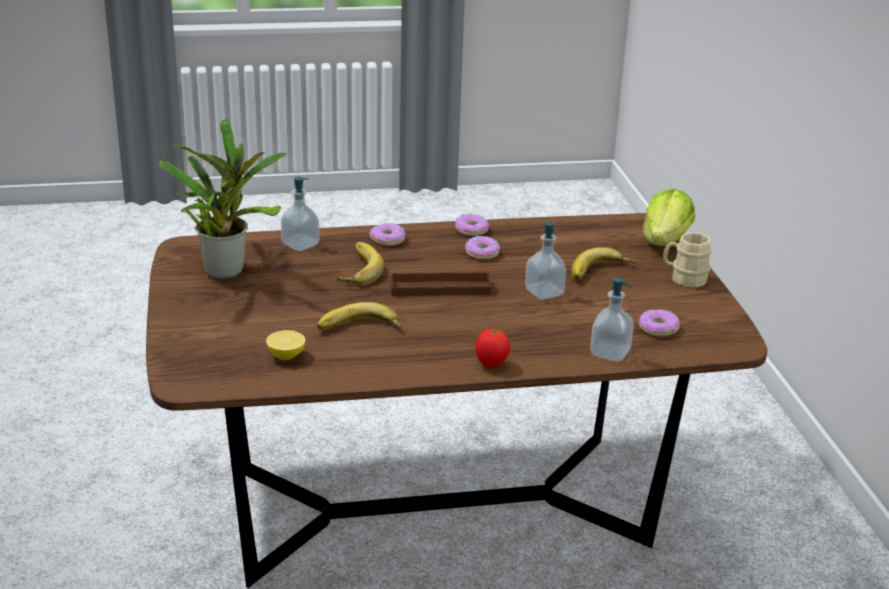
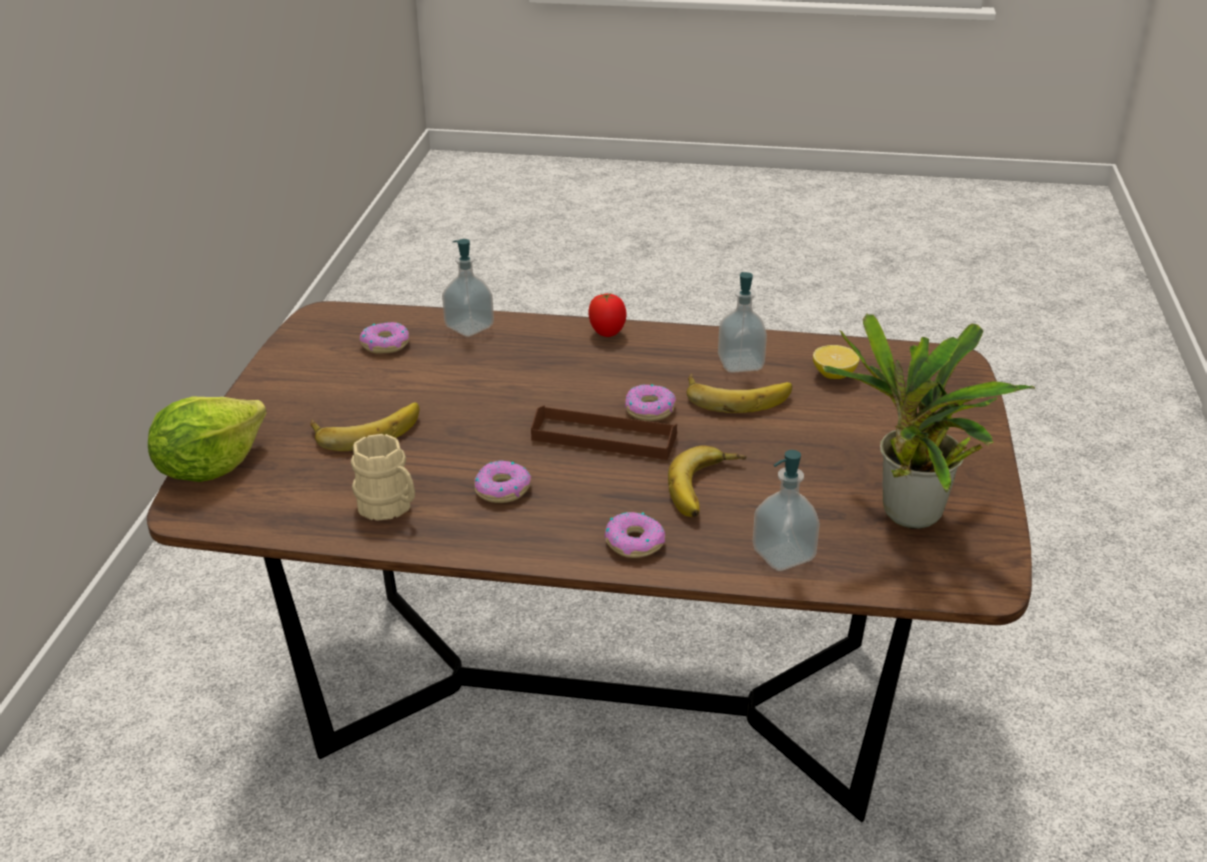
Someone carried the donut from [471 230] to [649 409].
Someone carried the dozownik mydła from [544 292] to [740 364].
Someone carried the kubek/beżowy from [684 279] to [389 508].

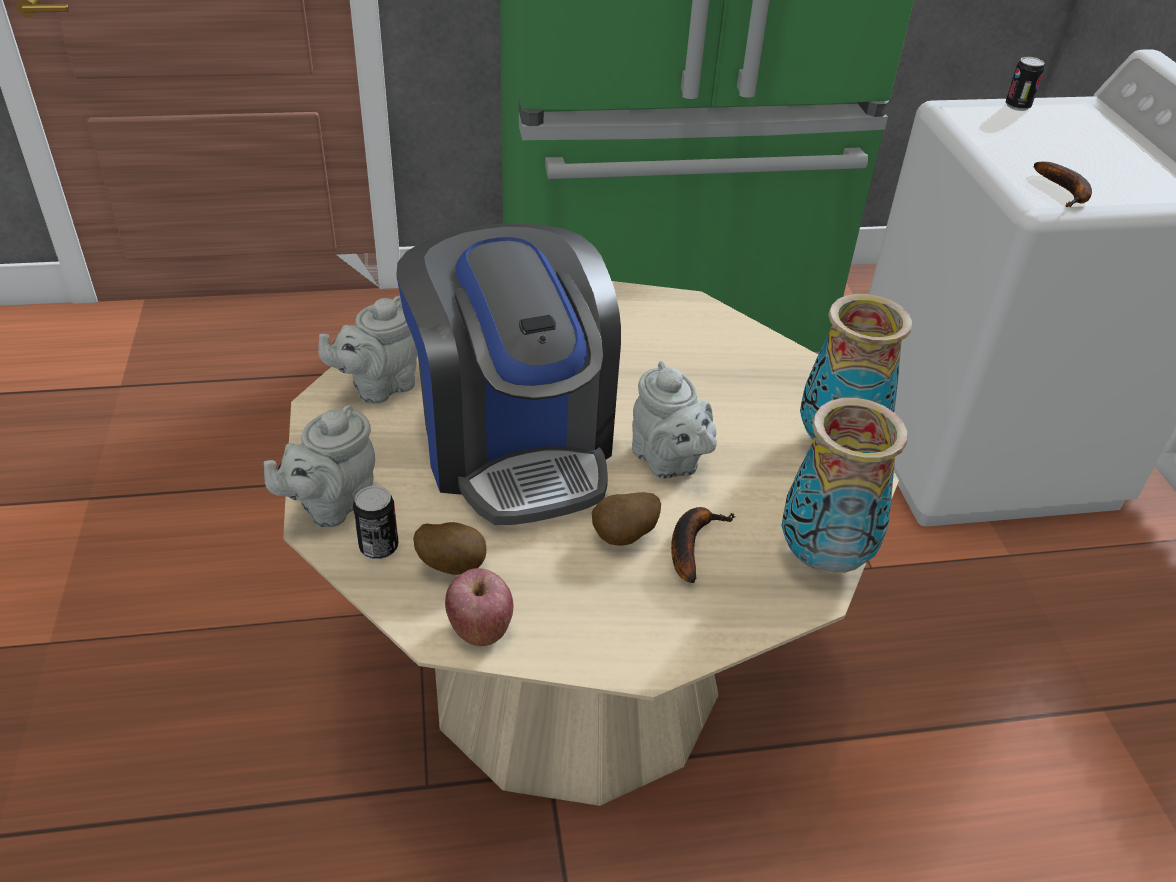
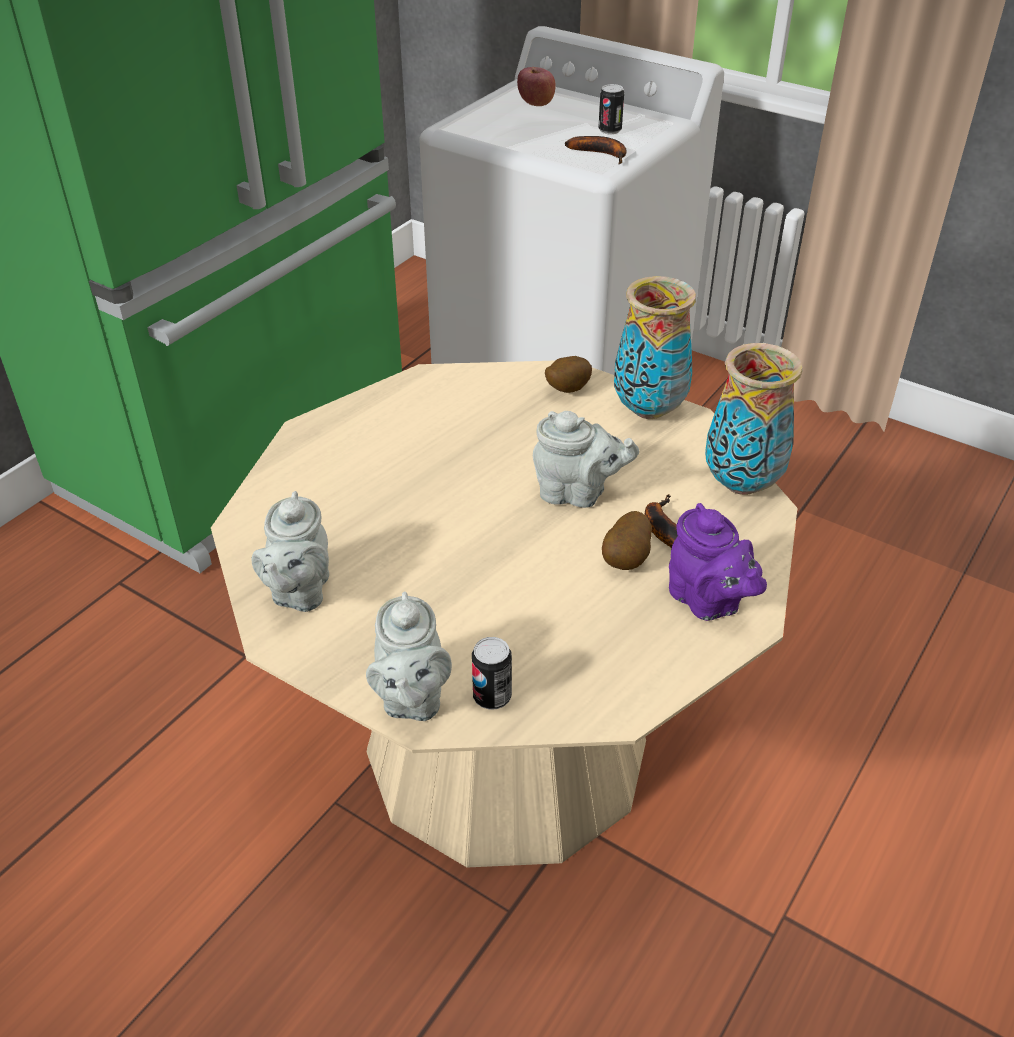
Someone took away the ekspres do kawy at [514 442].
Someone carried the ziemniak from [452 564] to [566 390].
Someone carried the jabłko from [480 628] to [535 103].
Someone carried the puszka from [1017 106] to [609 130].
Someone put down the imbryk/fioletowy at [708 602].

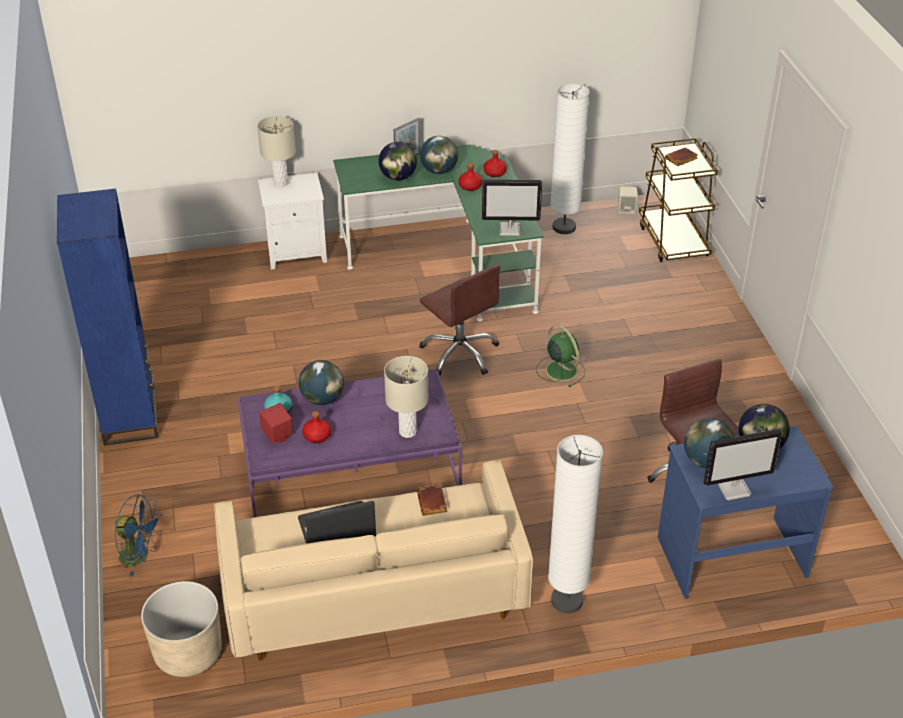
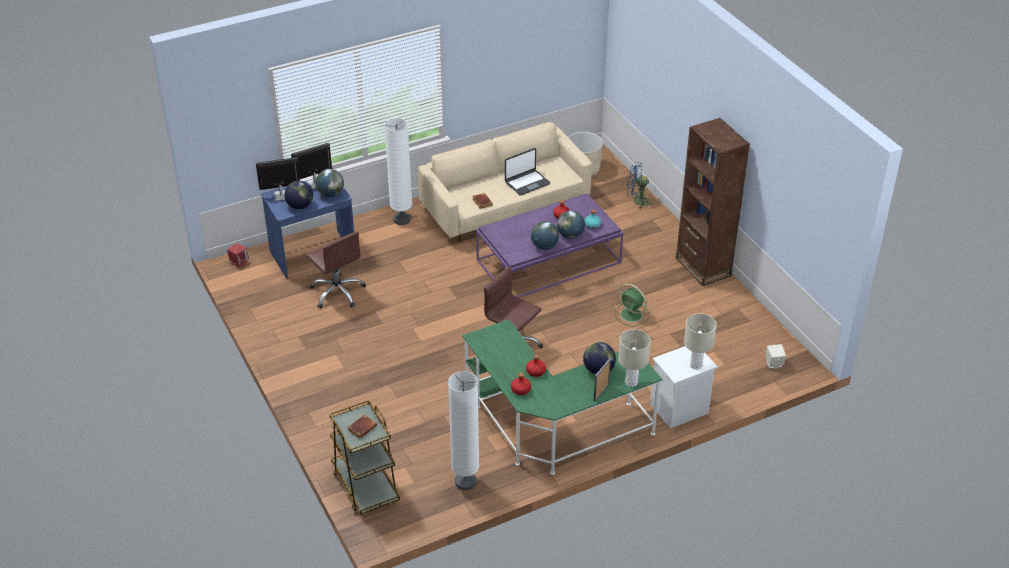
Someone repainted the regał/niebieski at [130 416], which became the regał/brązowy at [703 267].
Someone carried the głośnik/czerwony from [277 435] to [239 262].
Someone carried the lampa stołowa/beżowy from [408 432] to [631 382].
Someone carried the globus from [438 171] to [544 246].
Someone carried the monitor from [510 229] to [281 196].
Someone carried the wentylator/zielony from [560 370] to [632 315].
Someone carried the głośnik/beżowy from [626 209] to [774 364].

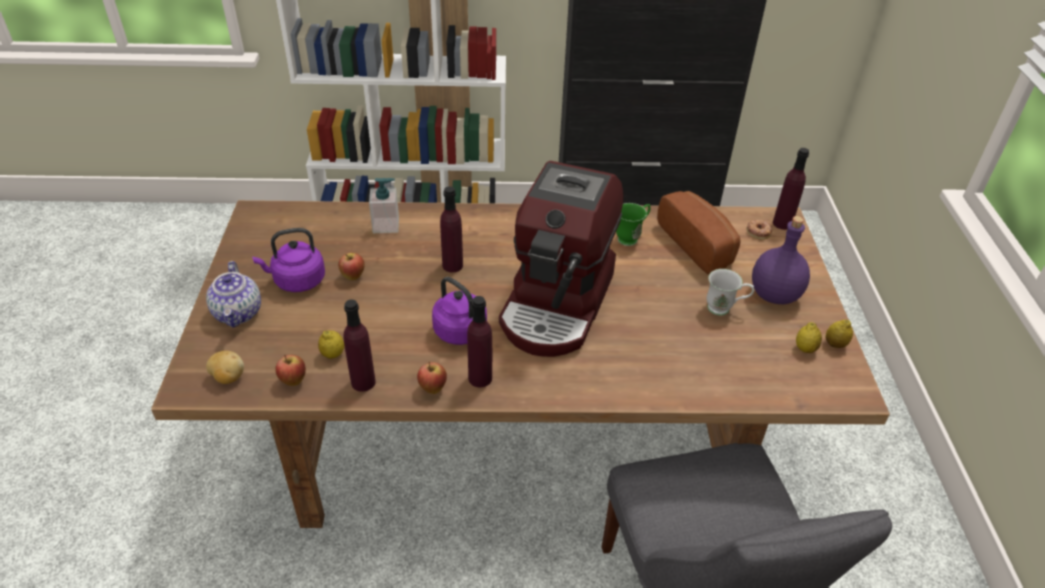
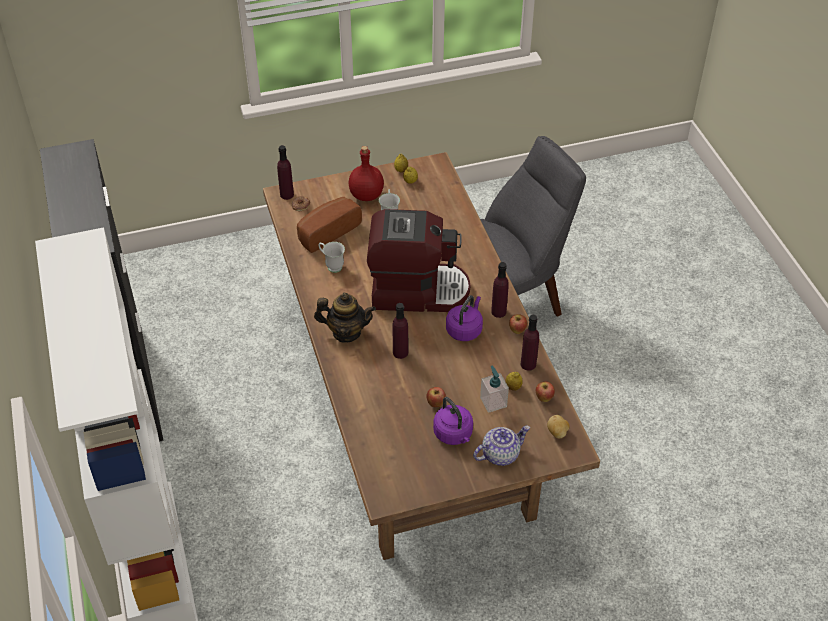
Someone carried the dozownik mydła from [386 225] to [493 402].
Someone repainted the kubek/zielony at [631 237], which became the kubek/biały at [331 266].
Someone repainted the butelka/fioletowy at [775 294], which became the butelka/czerwony at [366 195].
Someone put down the imbryk at [346 332].

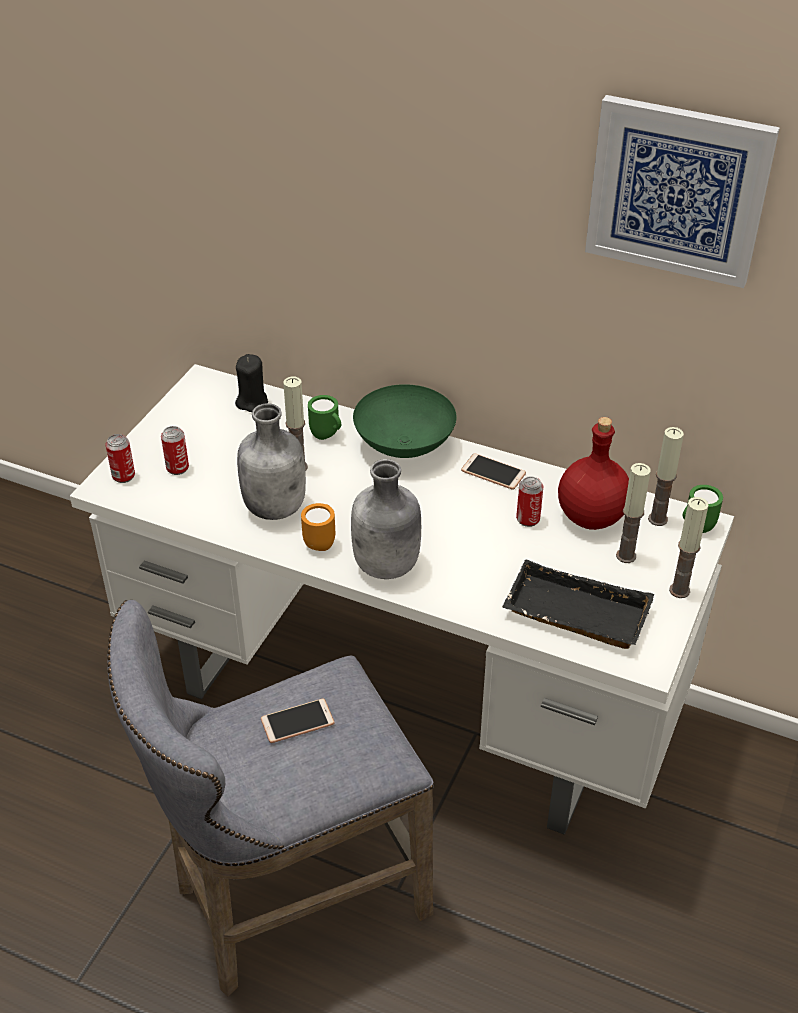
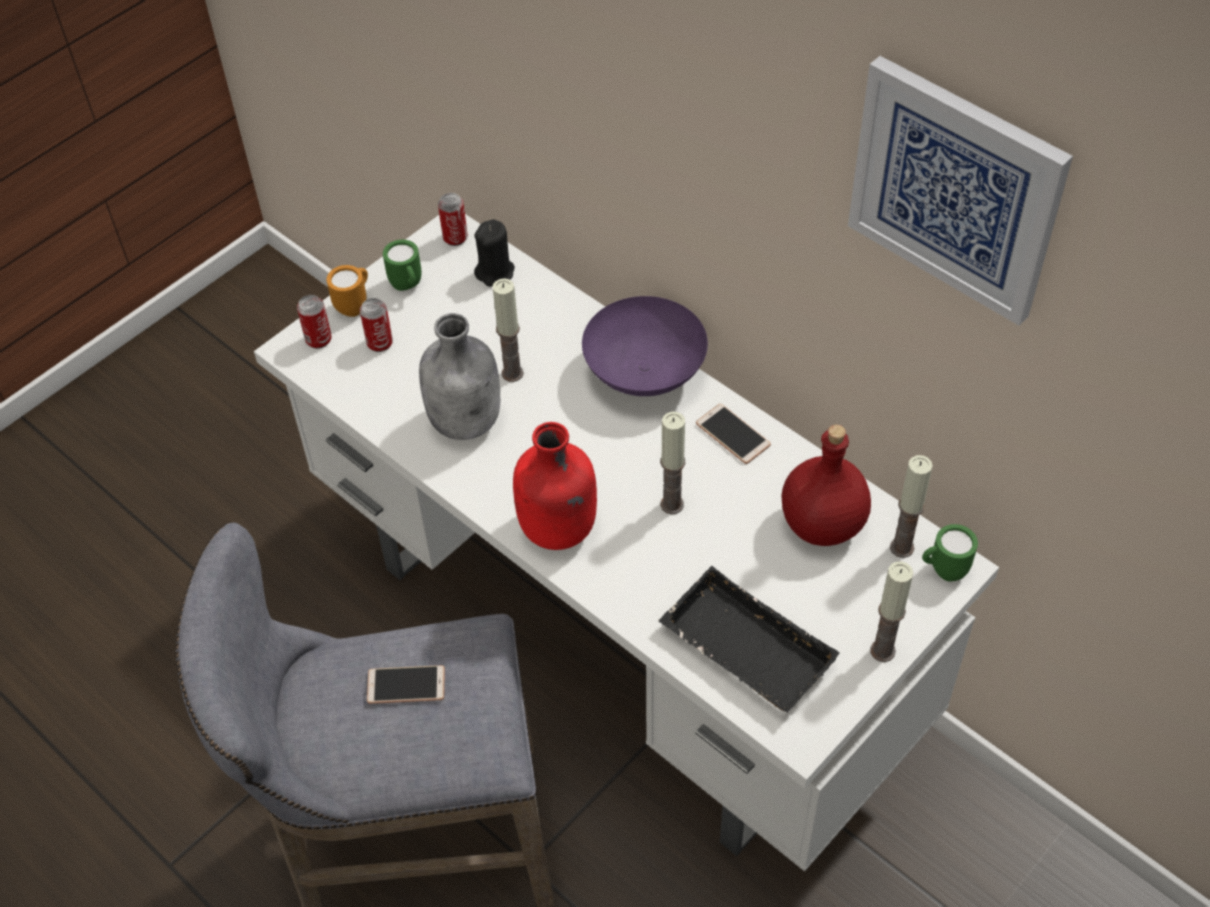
Someone carried the kubek/pomarańczowy from [321 541] to [355 305].
Someone carried the kubek/zielony from [327 436] to [408 286].
Someone repainted the butelka/szary at [387 566], which became the butelka/czerwony at [558 530].
Someone repainted the miska/zielony at [406 446], which became the miska/fioletowy at [646 374].
Someone carried the puszka from [528 519] to [455 238].
Someone carried the świeca from [626 556] to [672 504].

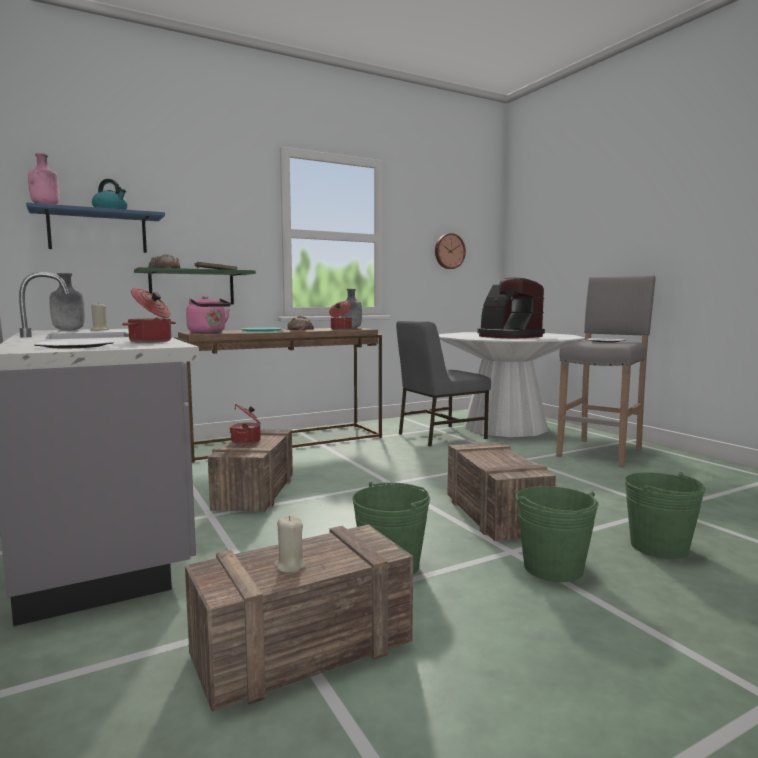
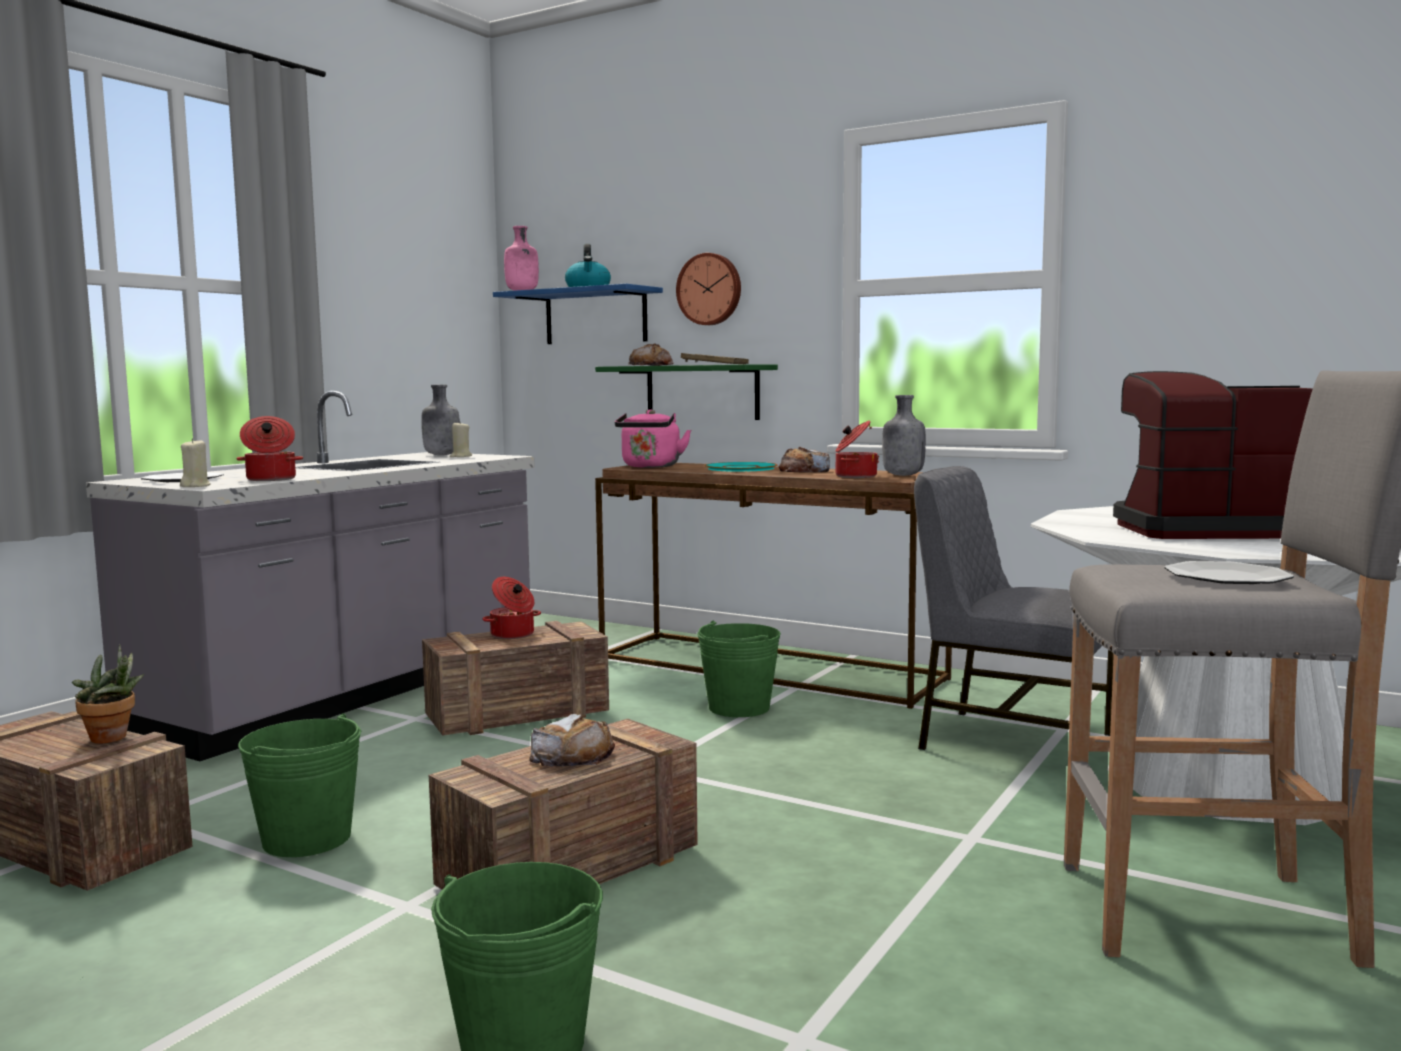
Someone carried the świeca/beżowy from [290 566] to [196 486].
Someone carried the zegar ścienny from [449 251] to [710 289].
Someone rotated the ekspres do kawy at [508 336] by 75 degrees clockwise.
Someone carried the wiadro/zielony from [553 568] to [739 708].
Someone put down the roślina doniczkowa at [113 738].
Someone put down the chleb at [572 755].

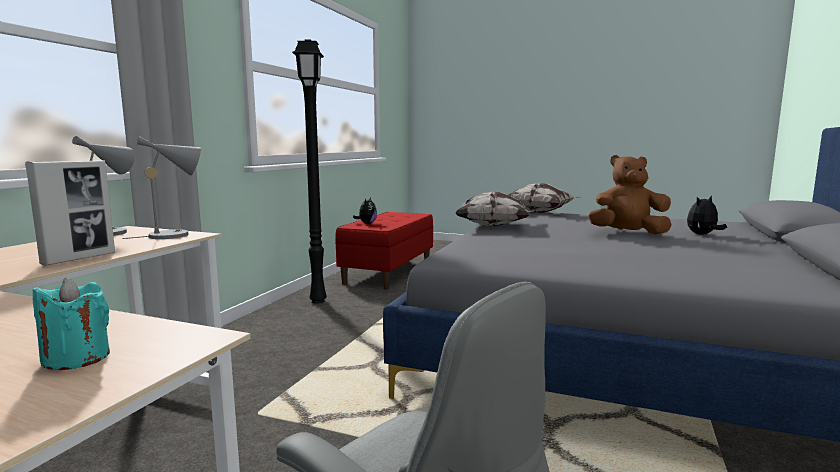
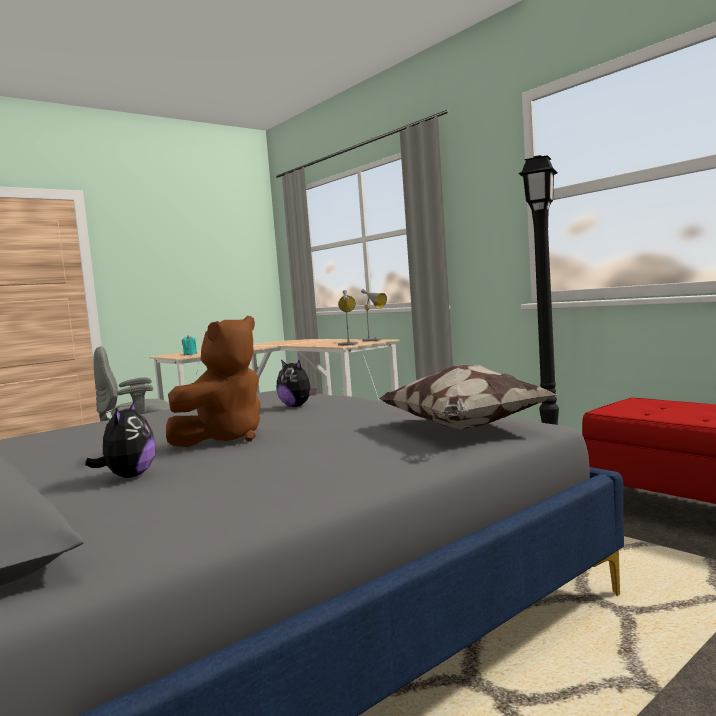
Someone took away the ramka na zdjęcie at [79 258].
Someone carried the pluszak from [366 223] to [297 406].
Someone took away the poduszka at [494 226].

